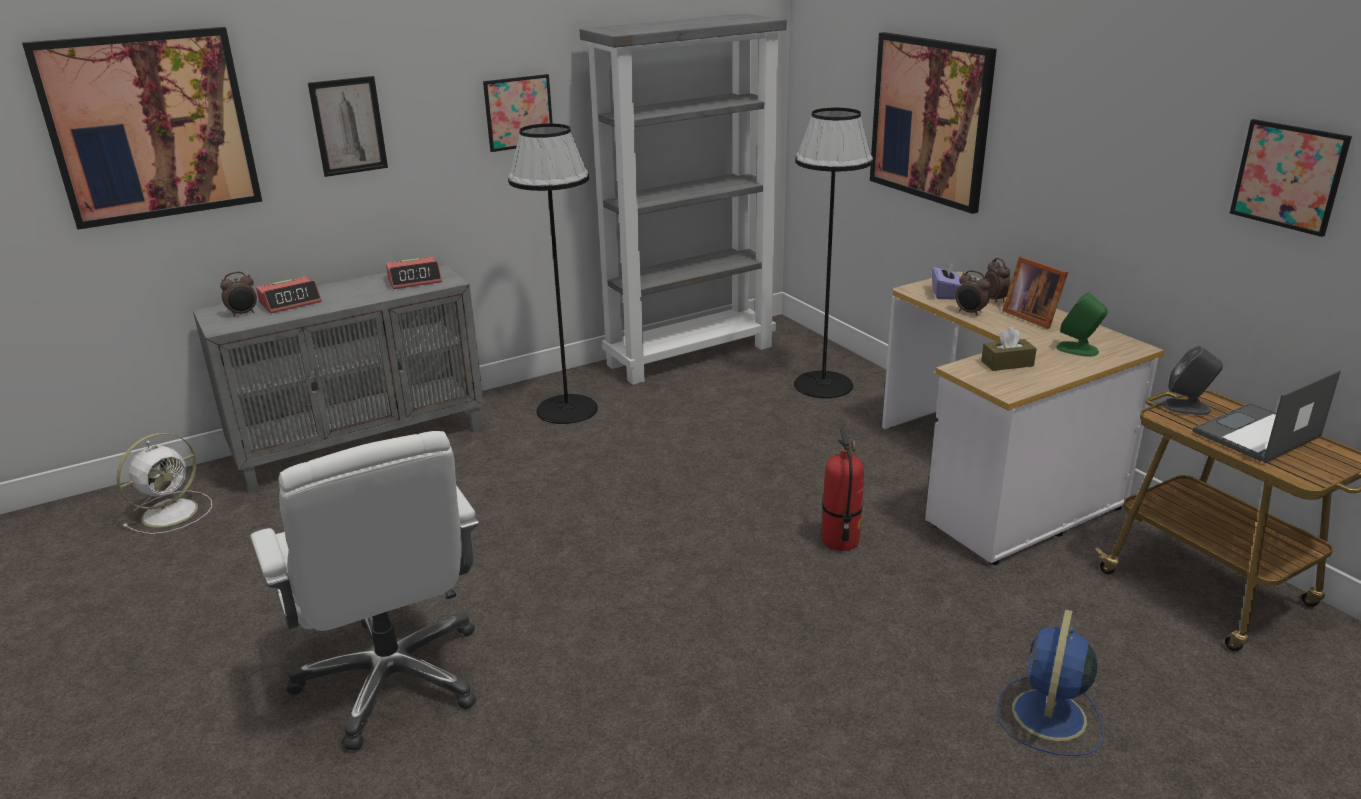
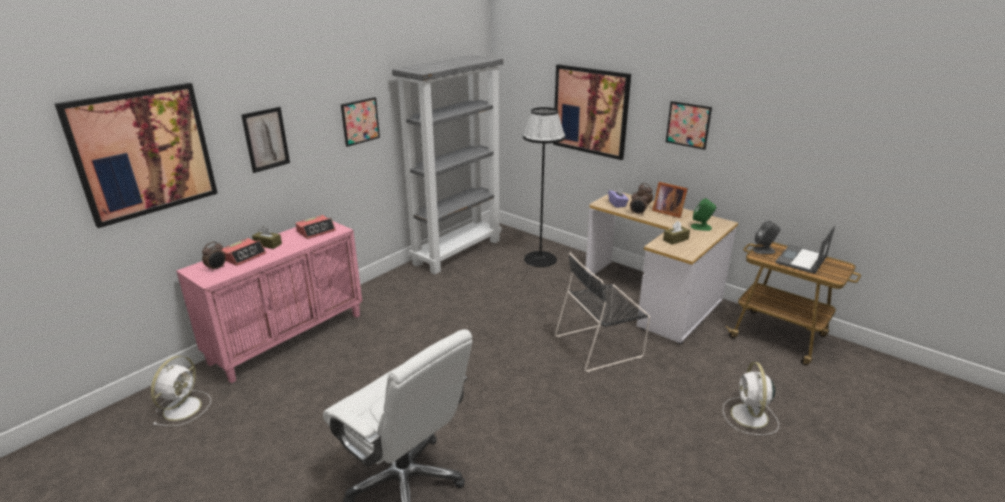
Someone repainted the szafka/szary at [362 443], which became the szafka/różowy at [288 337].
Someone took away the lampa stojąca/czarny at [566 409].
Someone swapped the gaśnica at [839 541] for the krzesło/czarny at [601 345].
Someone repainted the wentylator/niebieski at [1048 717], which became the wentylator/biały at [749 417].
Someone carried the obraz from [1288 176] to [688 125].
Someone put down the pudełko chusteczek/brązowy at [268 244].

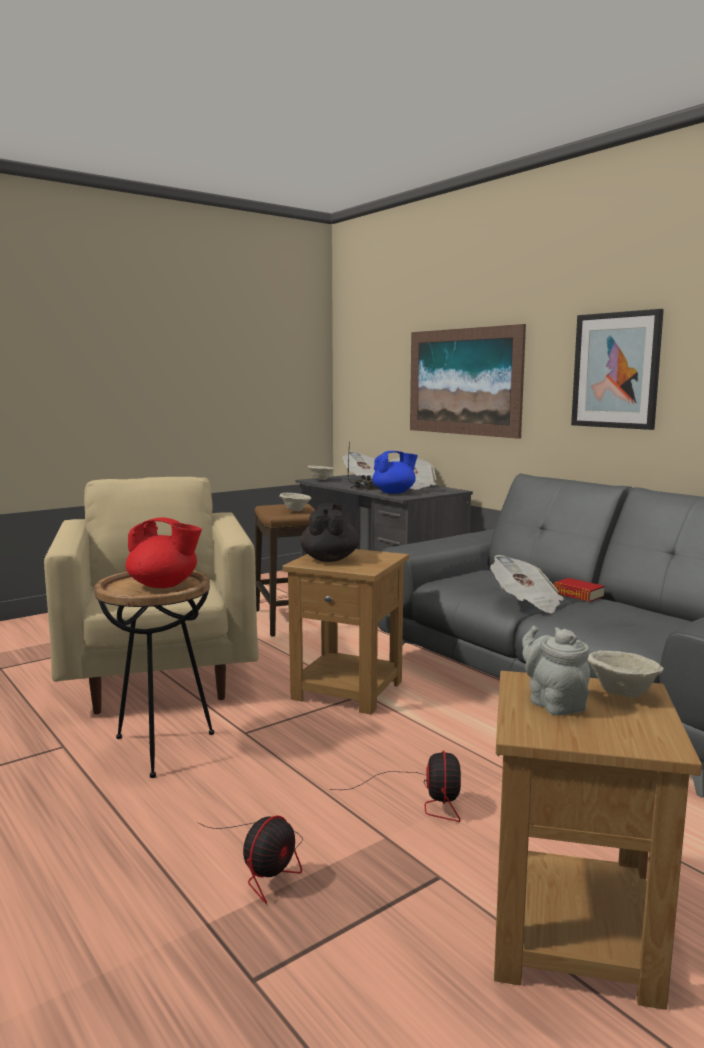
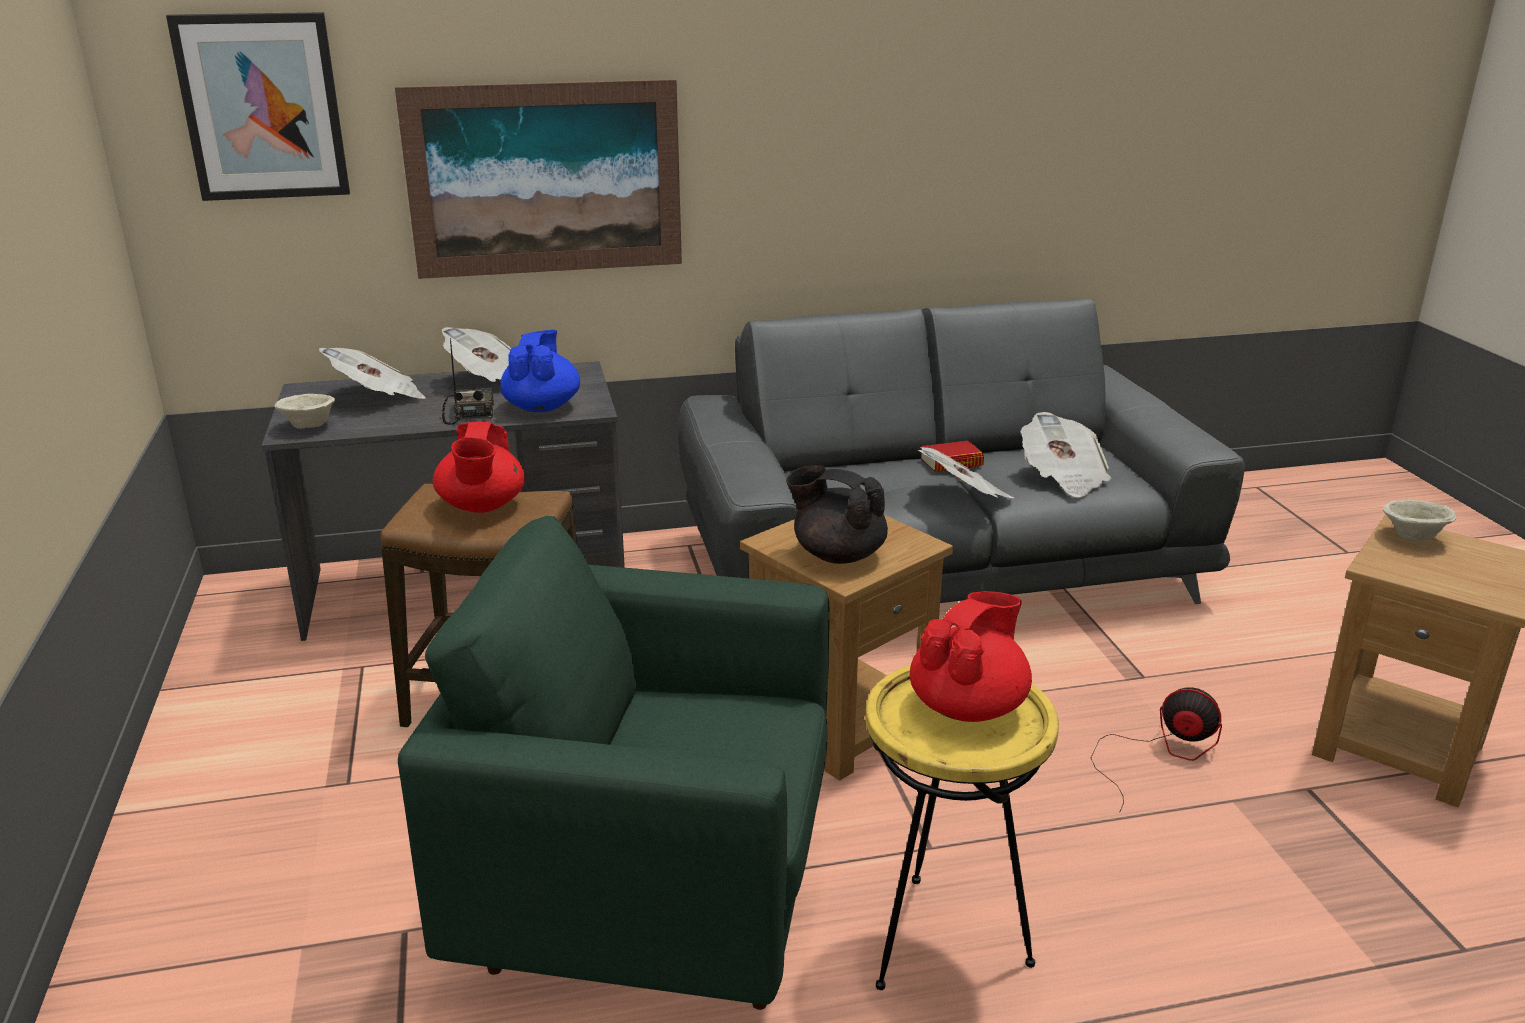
Someone repainted the fotel/beżowy at [159 677], which became the fotel/zielony at [649 903].
Someone repainted the stolik/brązowy at [161 748], which became the stolik/żółty at [942 942].
Someone took away the wentylator at [266 864].
Someone swapped the miska/beżowy at [295 510] for the imbryk/czerwony at [482 506].
Someone took away the imbryk/szary at [553 703].
Someone carried the obraz from [616 370] to [262 107].
Someone put down the gazeta at [1063 477].

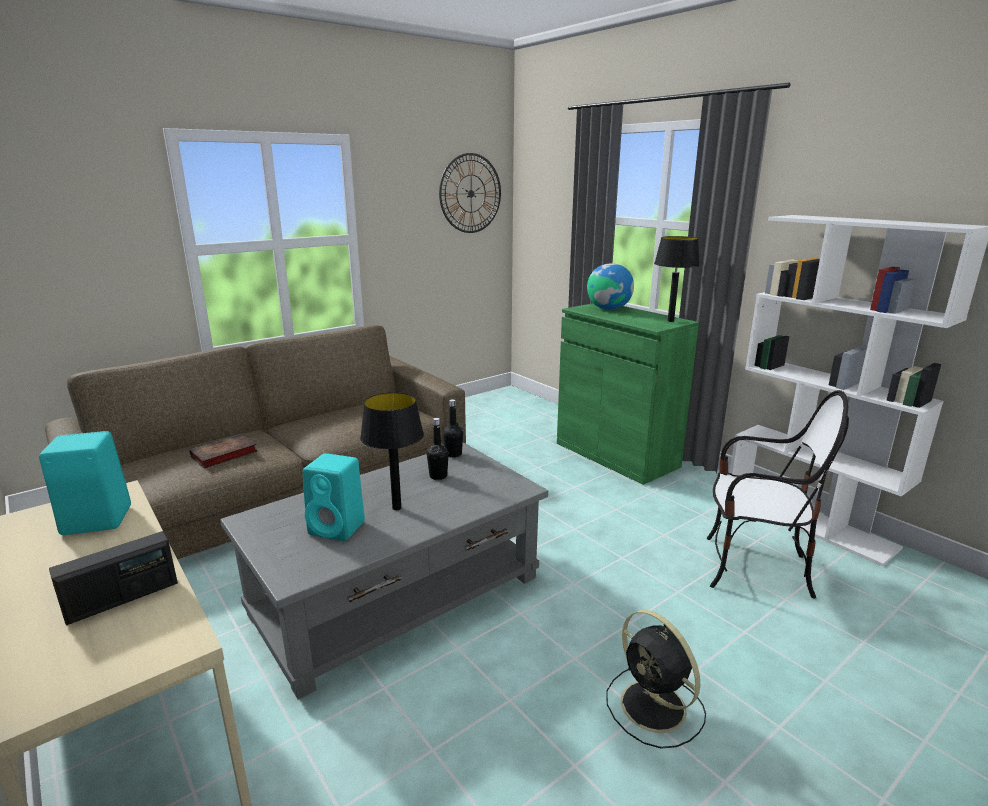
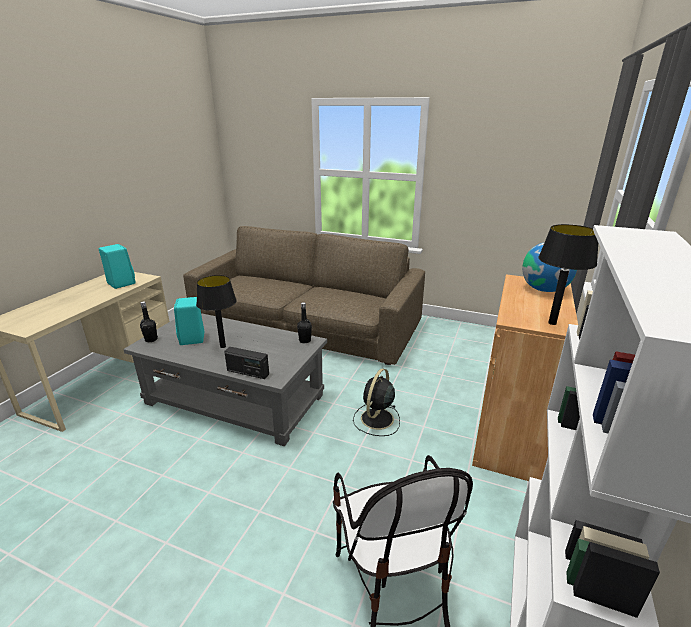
Someone carried the radio from [122 598] to [247 372].
Someone took away the książka at [223 455].
Someone carried the butelka/czarny from [438 476] to [151 339].
Someone took away the zegar ścienny at [470 193].
Someone repainted the szafka/zielony at [616 455], which became the szafka/brązowy at [509 433].
Someone carried the wentylator/czarny from [655 708] to [376 419].

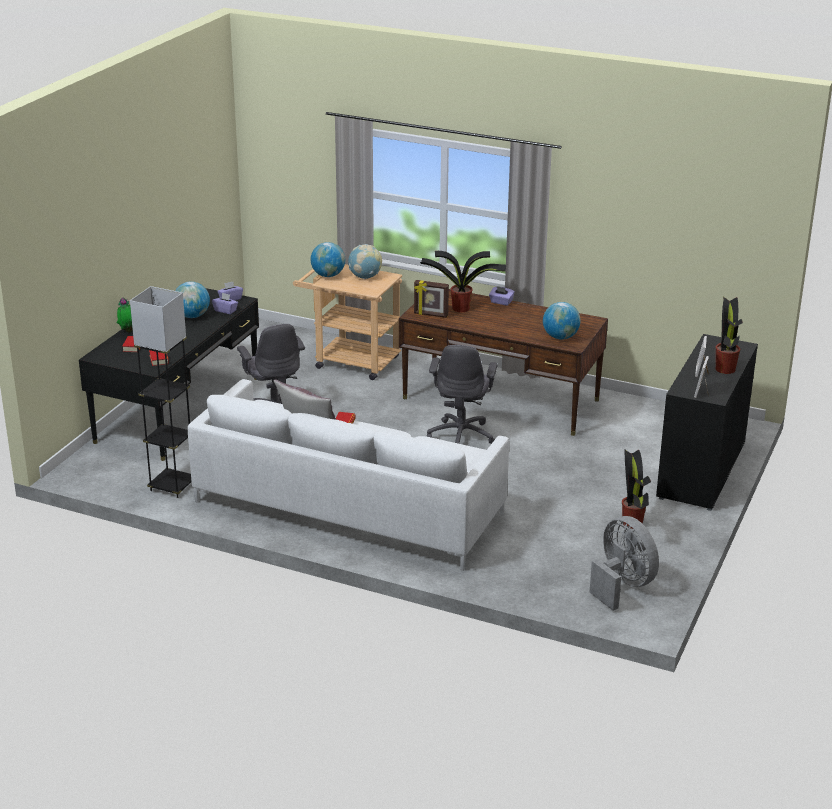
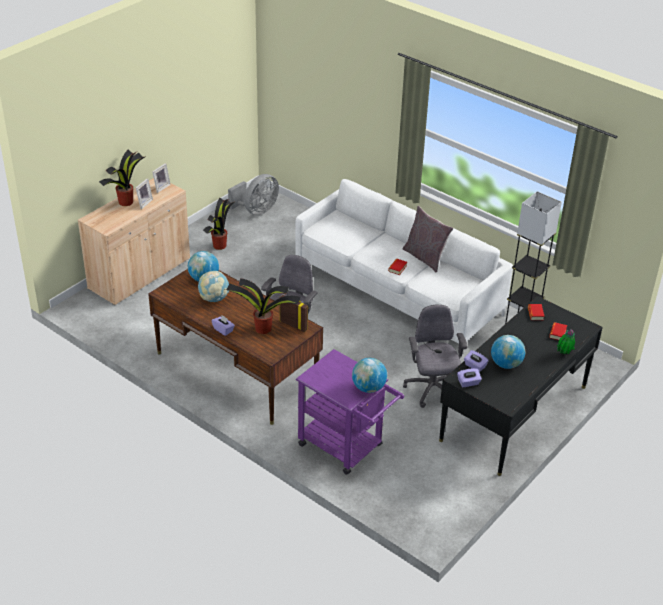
Someone repainted the wózek/beżowy at [350 361], which became the wózek/fioletowy at [346 448].
Someone carried the globus from [365 277] to [214 298].
Someone rotated the wentylator/szary at [622 585] by 120 degrees counterclockwise.
Someone repainted the szafka/czarny at [701 470], which became the szafka/beżowy at [140 274].

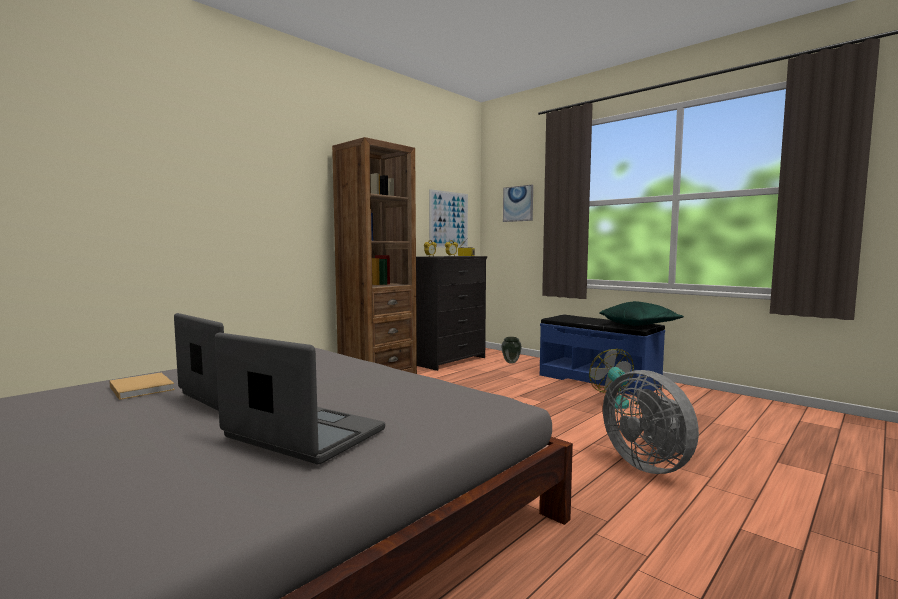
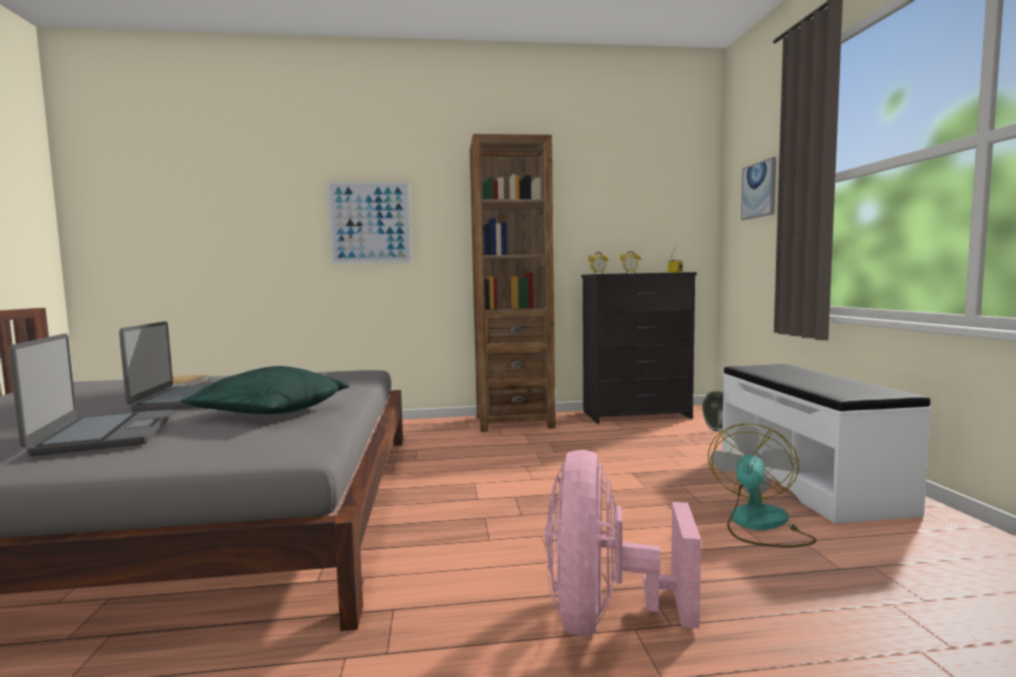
Someone carried the obraz from [448 219] to [370 223].
Someone repainted the ławka/niebieski at [598 380], which became the ławka/biały at [808 480].
Someone carried the poduszka/zielony from [639 325] to [270 414].
Someone repainted the wentylator/szary at [650 464], which became the wentylator/różowy at [605 617].

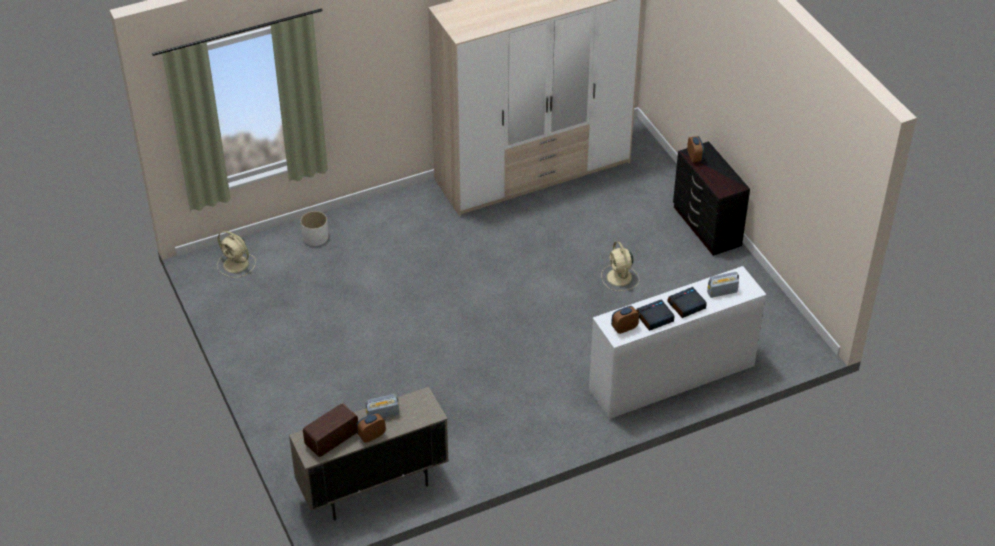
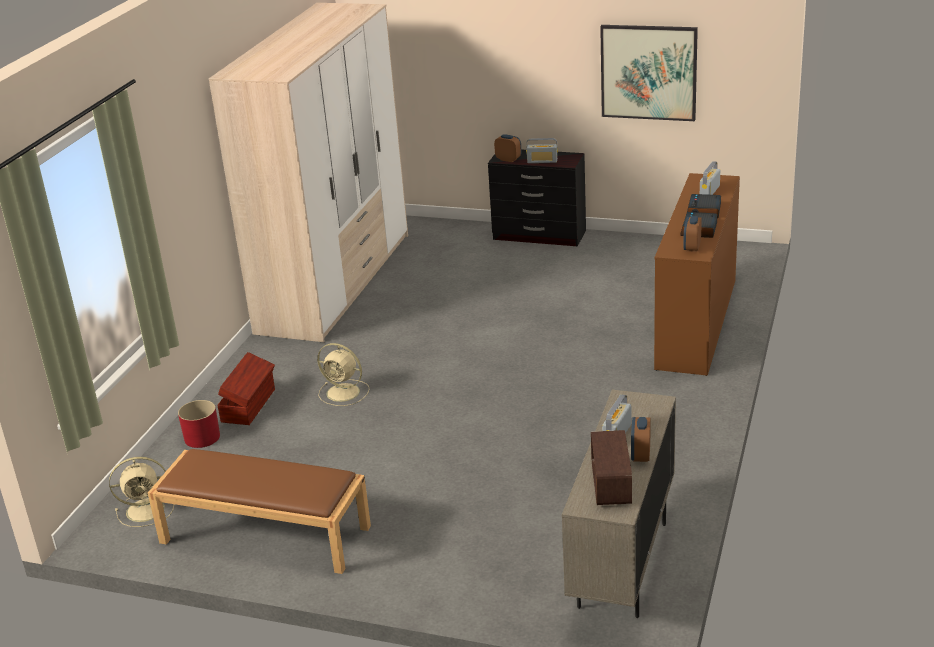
Someone repainted the donica/biały at [315 237], which became the donica/czerwony at [202 438].
Someone repainted the komoda/biały at [671 378], which became the komoda/brązowy at [696 323].
Someone carried the wentylator/beżowy from [619 278] to [344 393].
Someone put down the ławka/brązowy at [263 535].
Someone put down the pojemnik do przechowywania/brązowy at [249 405].
Someone put down the radio at [542 161].
Someone put up the obraz at [648 72].

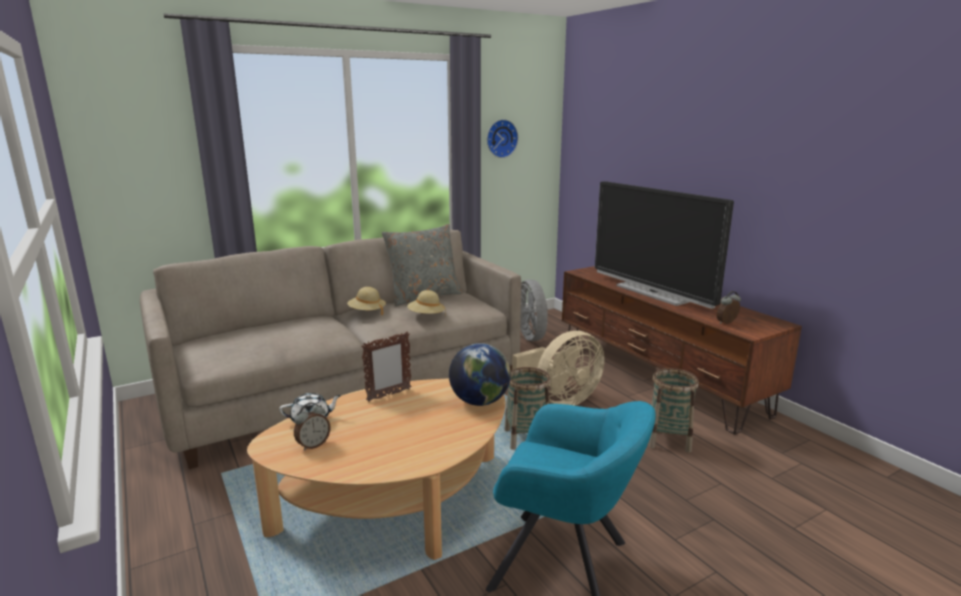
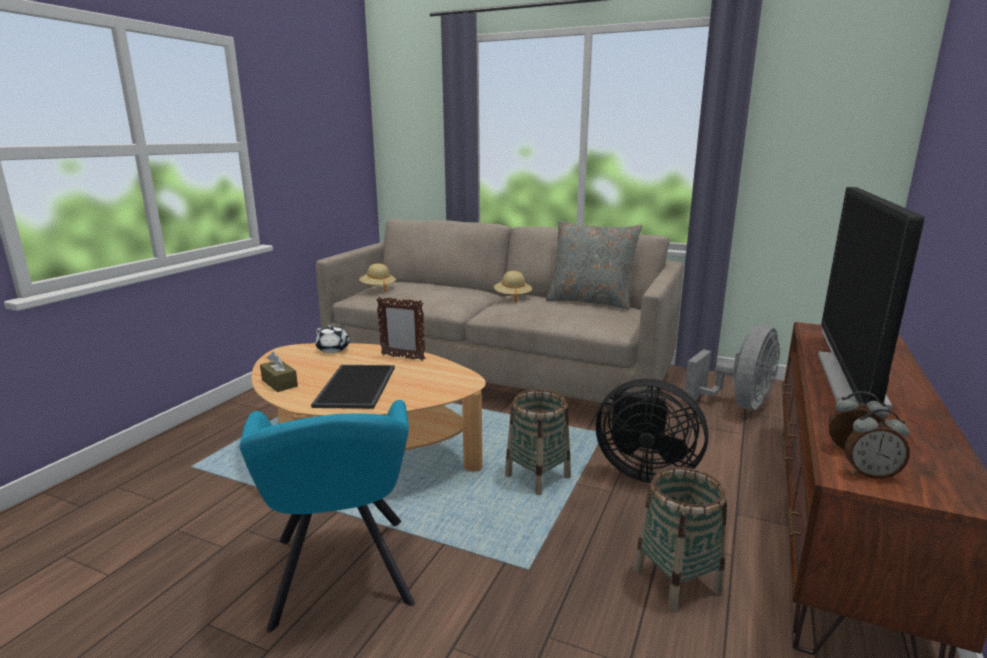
Someone carried the budzik from [313 445] to [870 473].
Someone carried the kapelusz/beżowy from [426 316] to [378 288].
Someone took away the globus at [479 401].
Someone took away the zegar ścienny at [501 138].
Someone repainted the wentylator/beżowy at [560 401], which became the wentylator/czarny at [644 471].
Someone put down the pudełko chusteczek/brązowy at [279 383].
Someone put down the taca at [357 387].

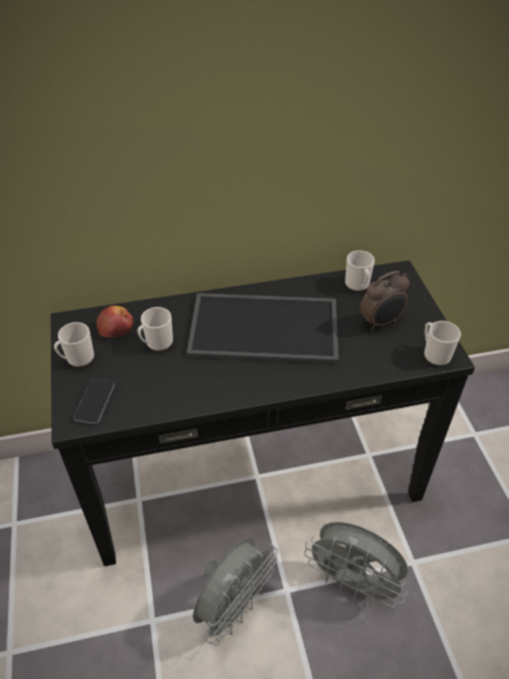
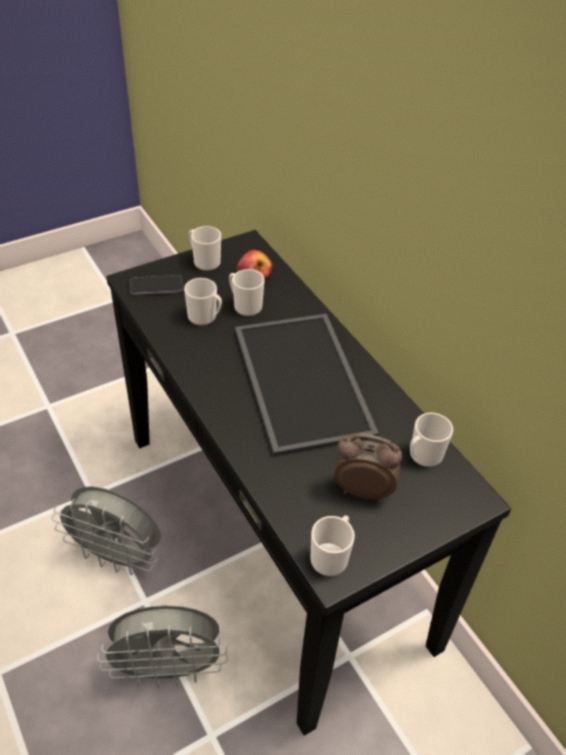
Someone rotated the wentylator/szary at [353 582] by 105 degrees counterclockwise.
Someone rotated the budzik at [381 322] by 150 degrees clockwise.
Someone put down the kubek at [205 317].

